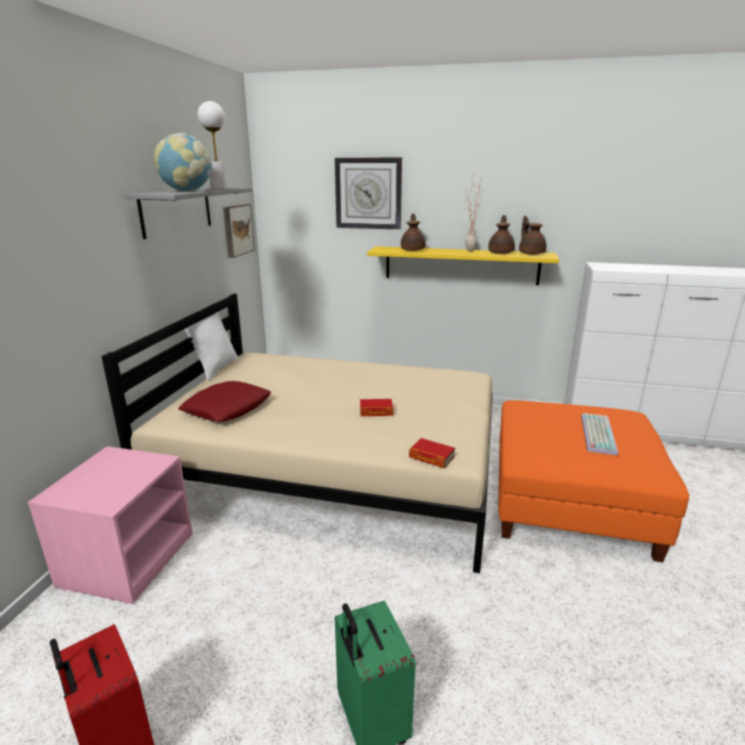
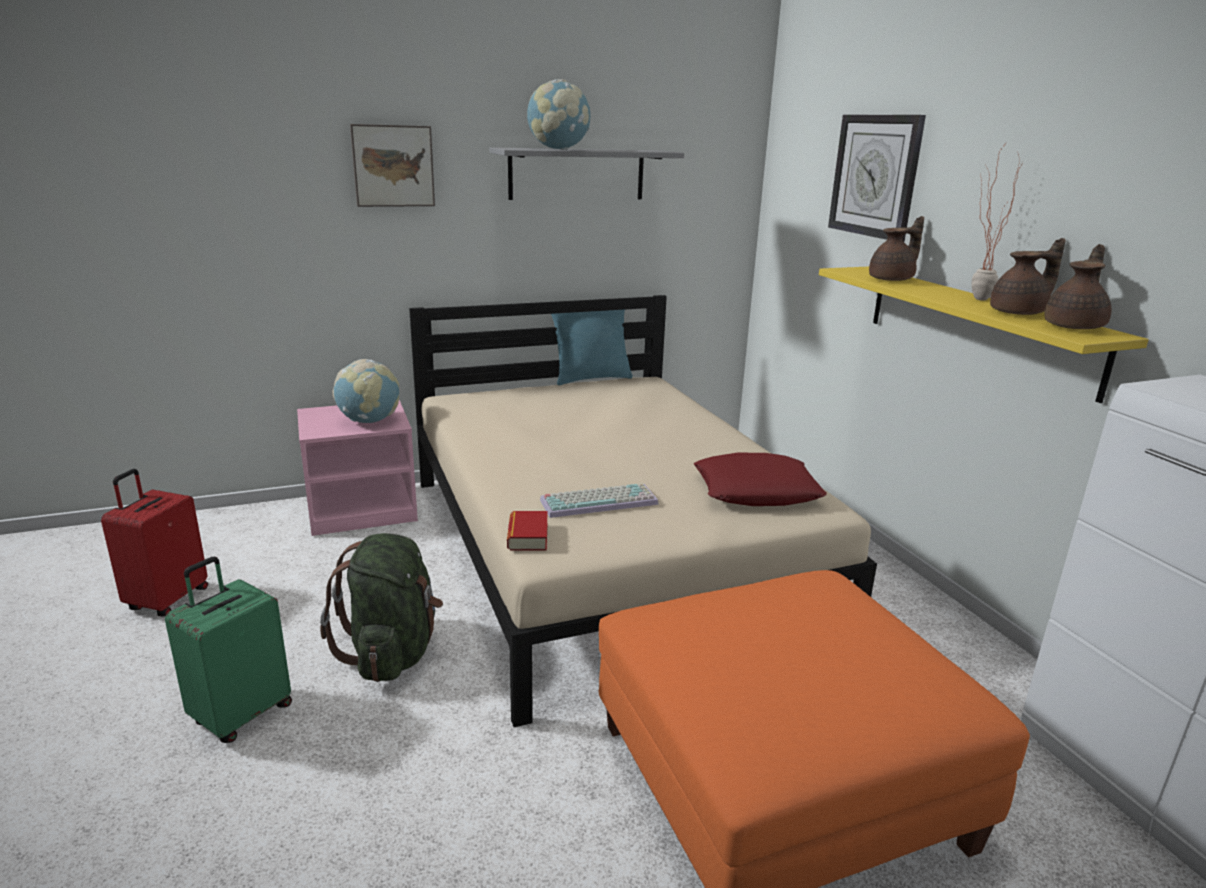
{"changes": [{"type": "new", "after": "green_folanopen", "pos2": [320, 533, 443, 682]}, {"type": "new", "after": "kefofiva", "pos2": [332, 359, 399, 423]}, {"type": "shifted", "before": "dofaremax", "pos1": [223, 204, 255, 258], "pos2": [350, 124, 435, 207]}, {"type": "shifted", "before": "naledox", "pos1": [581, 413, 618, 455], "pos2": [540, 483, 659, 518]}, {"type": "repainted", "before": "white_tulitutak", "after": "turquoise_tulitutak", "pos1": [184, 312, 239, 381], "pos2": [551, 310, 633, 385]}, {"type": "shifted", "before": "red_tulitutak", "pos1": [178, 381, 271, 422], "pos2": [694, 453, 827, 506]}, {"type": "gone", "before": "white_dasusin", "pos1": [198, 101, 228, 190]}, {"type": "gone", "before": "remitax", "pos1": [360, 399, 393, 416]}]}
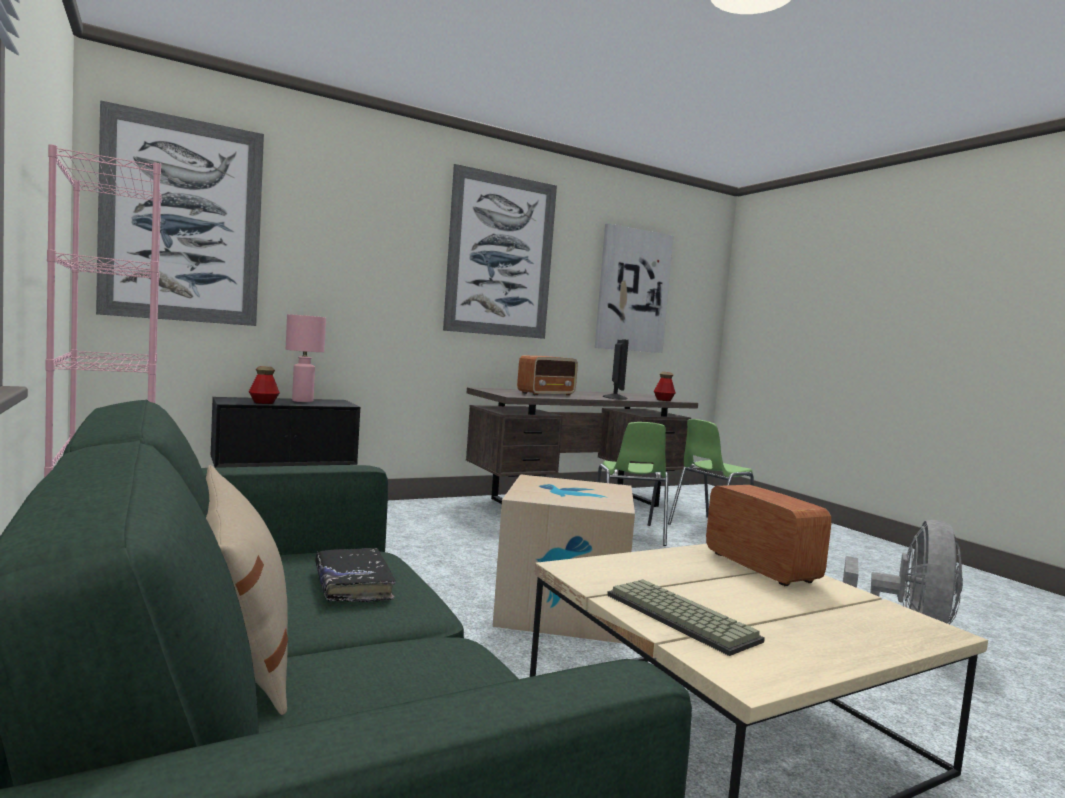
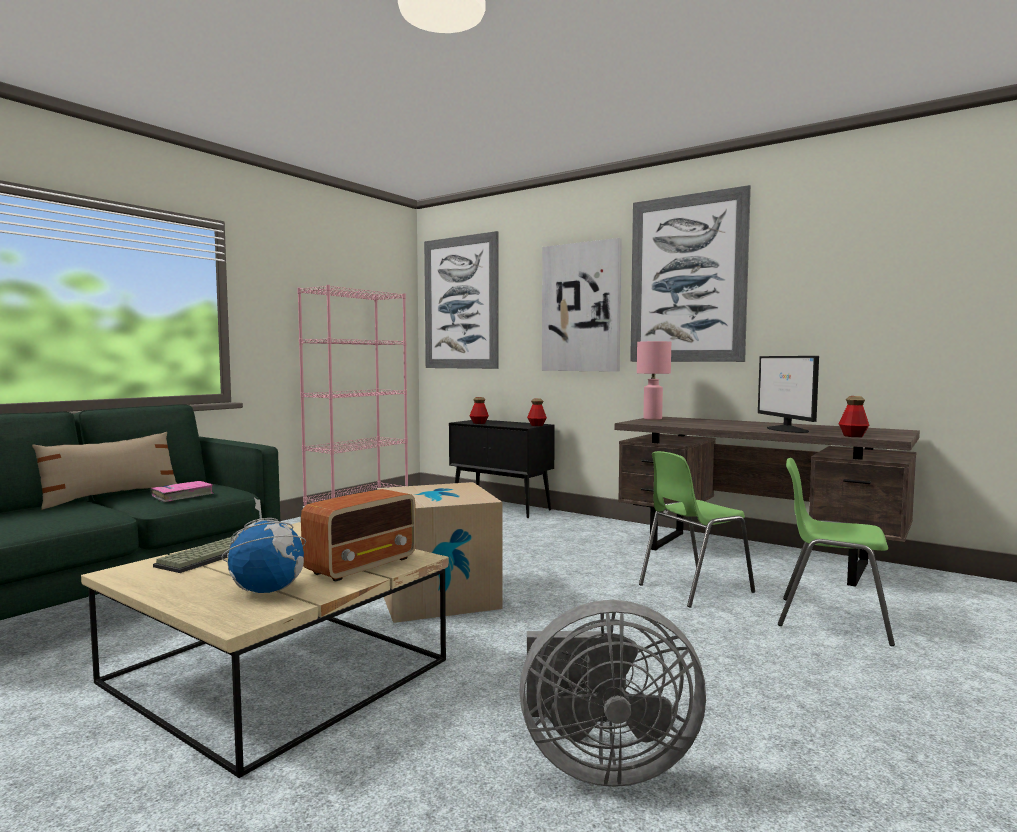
{"changes": [{"type": "repainted", "before": "black_remitax", "after": "pink_remitax", "pos1": [315, 548, 396, 603], "pos2": [151, 481, 214, 502]}, {"type": "new", "after": "kefofiva", "pos2": [221, 497, 306, 594]}, {"type": "new", "after": "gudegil", "pos2": [527, 398, 547, 426]}, {"type": "shifted", "before": "dofaremax", "pos1": [595, 223, 673, 353], "pos2": [542, 238, 622, 372]}, {"type": "shifted", "before": "pink_dasusin", "pos1": [286, 314, 326, 402], "pos2": [637, 341, 671, 420]}, {"type": "rotated", "before": "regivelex", "pos1": [603, 339, 629, 400], "pos2": [758, 356, 819, 433], "turn": 105}, {"type": "gone", "before": "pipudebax", "pos1": [517, 355, 578, 396]}]}
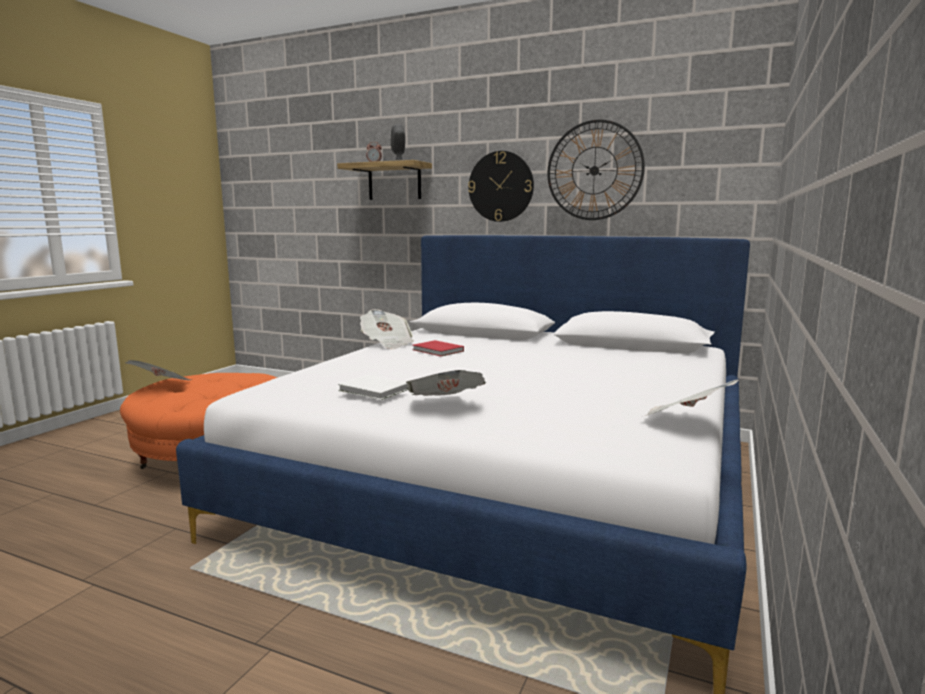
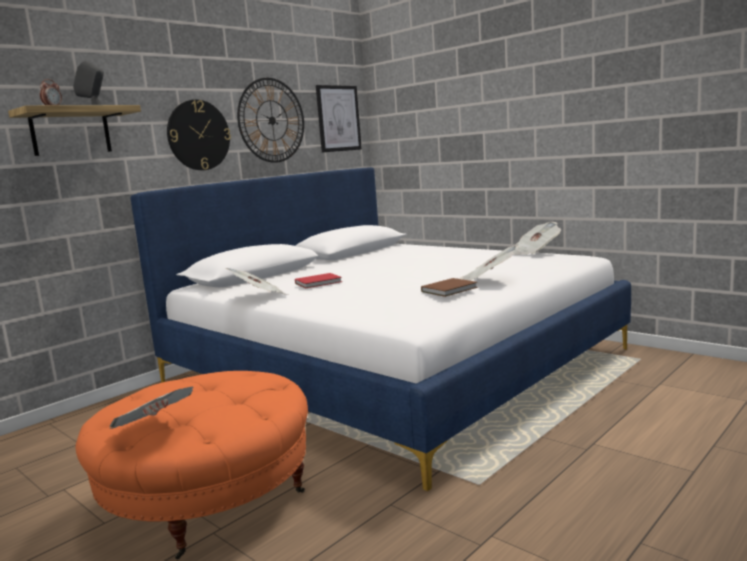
{"changes": [{"type": "new", "after": "dofaremax", "pos2": [316, 85, 362, 152]}, {"type": "repainted", "before": "white_remitax", "after": "brown_remitax", "pos1": [338, 375, 408, 400], "pos2": [421, 278, 478, 297]}]}
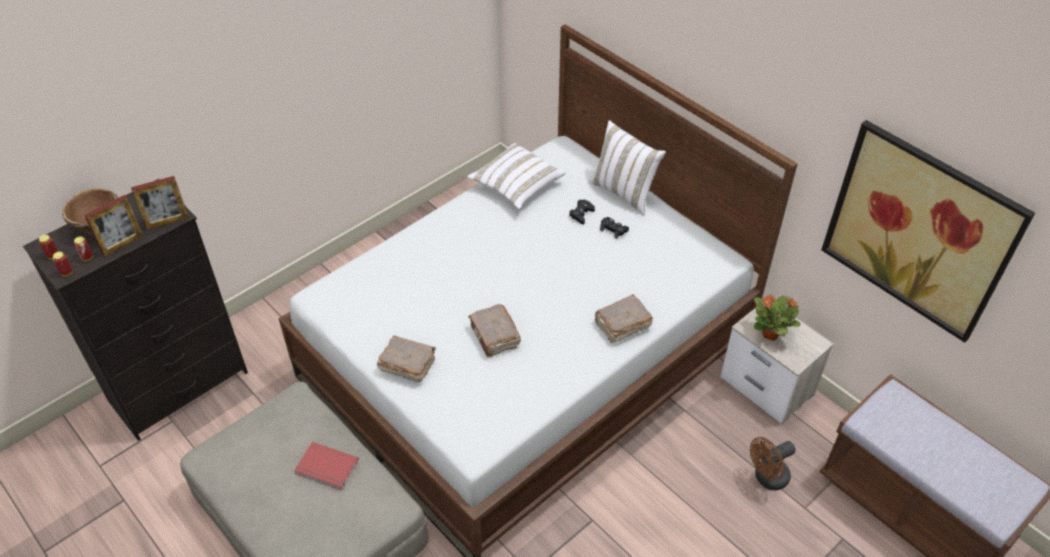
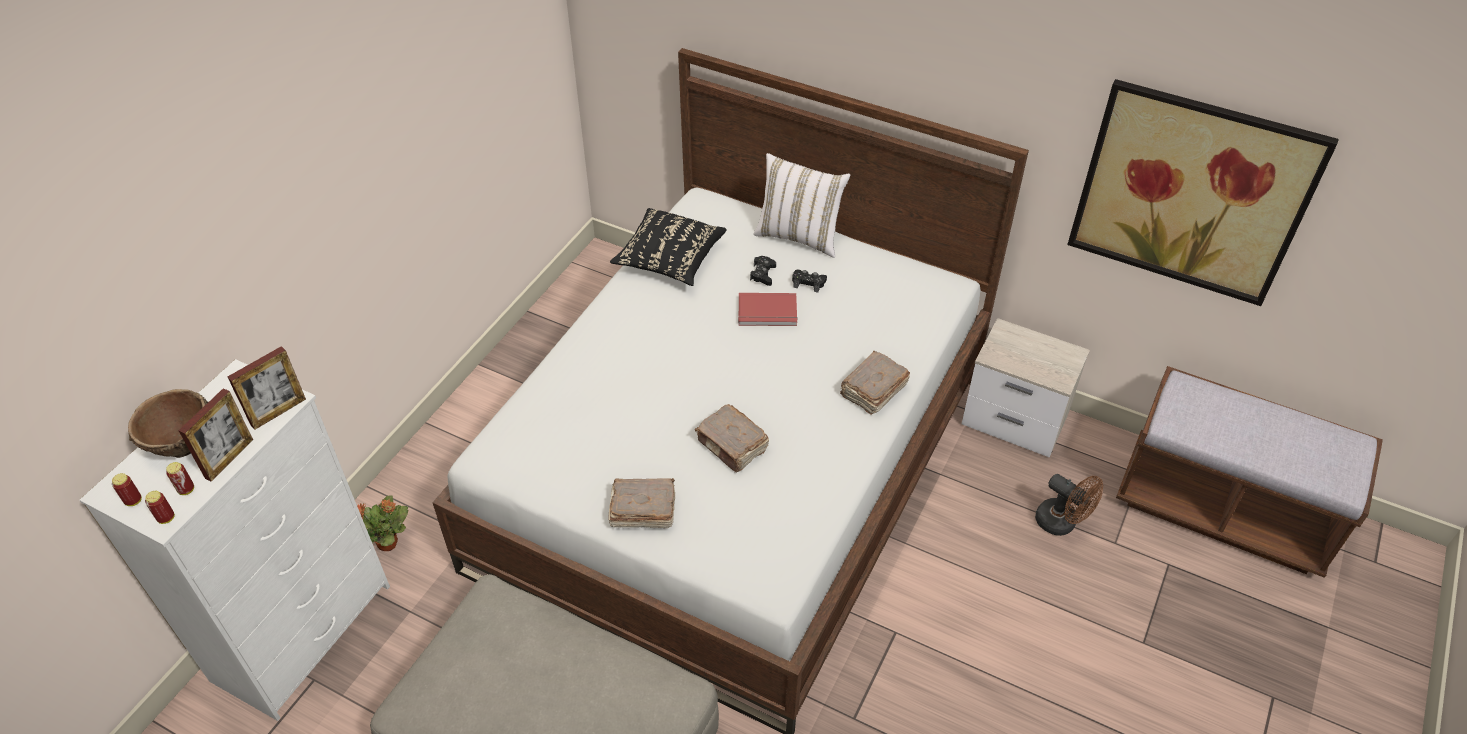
{"changes": [{"type": "repainted", "before": "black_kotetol", "after": "white_kotetol", "pos1": [23, 179, 248, 441], "pos2": [80, 359, 390, 721]}, {"type": "shifted", "before": "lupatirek", "pos1": [754, 294, 801, 340], "pos2": [357, 495, 408, 551]}, {"type": "repainted", "before": "white_tulitutak", "after": "black_tulitutak", "pos1": [467, 143, 566, 209], "pos2": [610, 208, 726, 286]}, {"type": "shifted", "before": "red_remitax", "pos1": [294, 442, 359, 490], "pos2": [738, 293, 797, 326]}, {"type": "rotated", "before": "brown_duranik", "pos1": [750, 437, 796, 490], "pos2": [1035, 474, 1103, 536], "turn": -90}]}
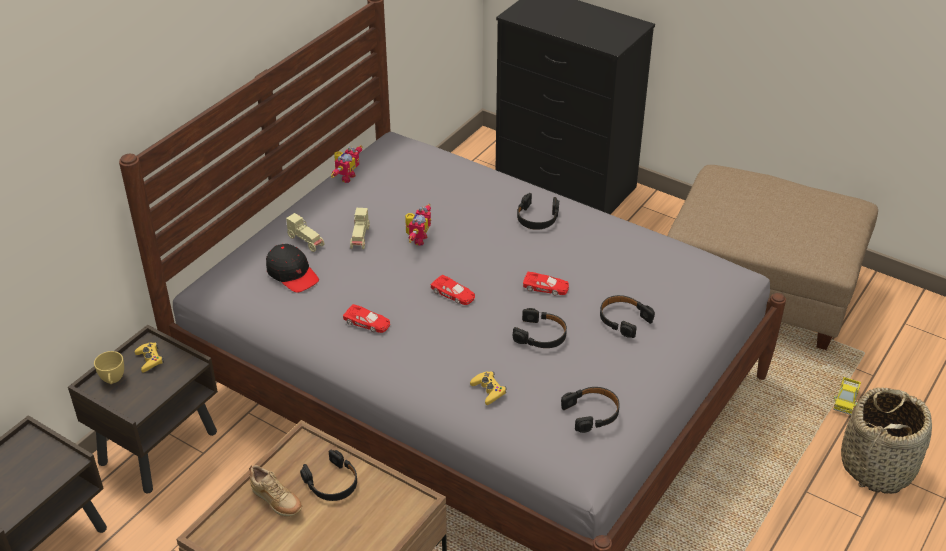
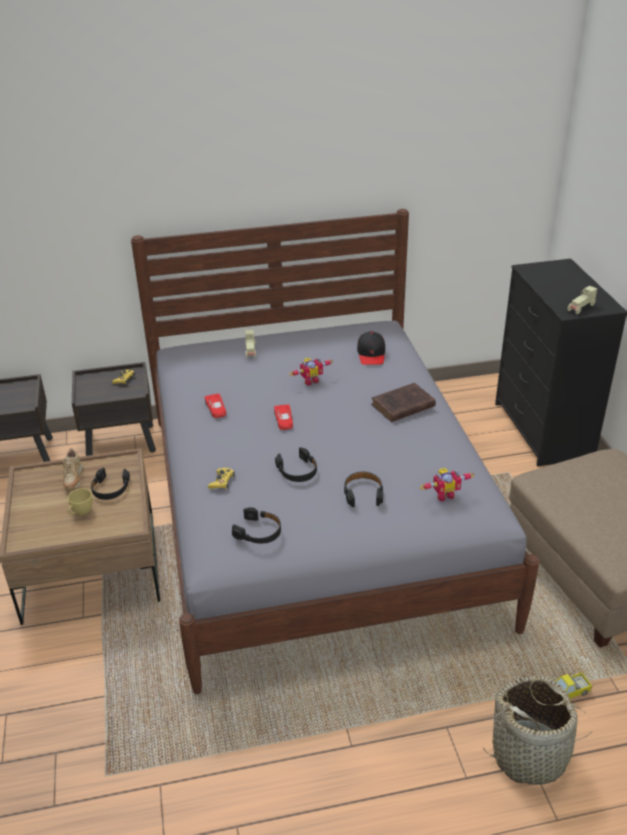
{"changes": [{"type": "shifted", "before": "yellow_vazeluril", "pos1": [94, 351, 124, 384], "pos2": [68, 488, 93, 515]}, {"type": "shifted", "before": "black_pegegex", "pos1": [266, 244, 319, 293], "pos2": [357, 331, 385, 365]}, {"type": "swapped", "before": "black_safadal", "after": "brown_remitax", "pos1": [517, 193, 559, 230], "pos2": [371, 383, 436, 422]}, {"type": "shifted", "before": "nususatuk", "pos1": [331, 145, 363, 183], "pos2": [420, 468, 474, 501]}, {"type": "shifted", "before": "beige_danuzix", "pos1": [350, 208, 370, 249], "pos2": [567, 286, 597, 314]}, {"type": "gone", "before": "red_danuzix", "pos1": [523, 272, 569, 295]}]}
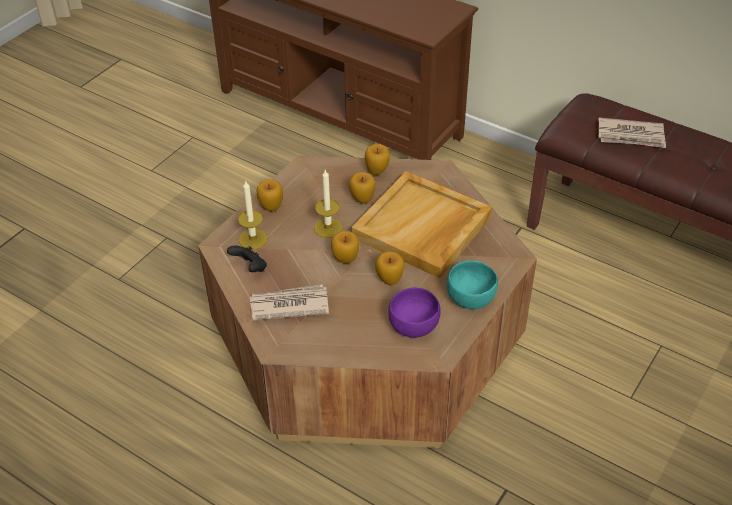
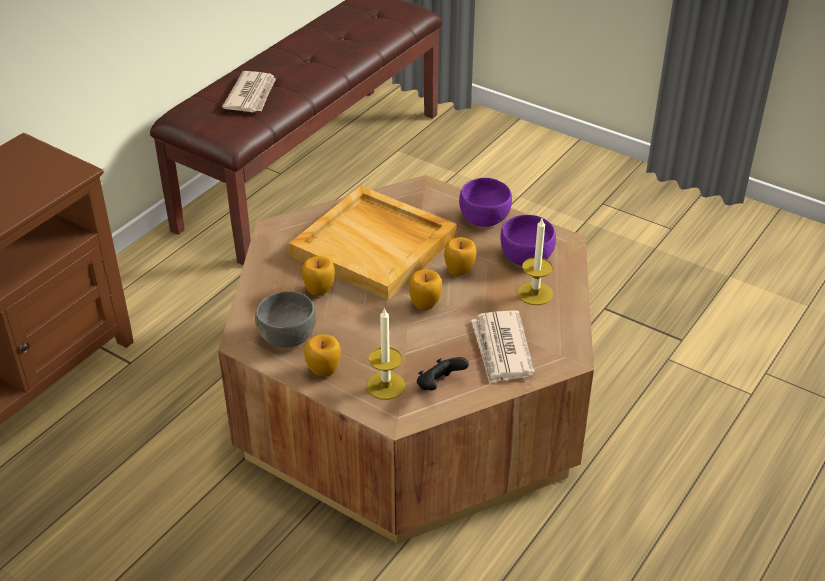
{"changes": [{"type": "new", "after": "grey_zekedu", "pos2": [255, 291, 316, 348]}, {"type": "repainted", "before": "turquoise_zekedu", "after": "purple_zekedu", "pos1": [447, 261, 498, 309], "pos2": [459, 178, 512, 227]}, {"type": "shifted", "before": "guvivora", "pos1": [314, 170, 343, 238], "pos2": [518, 218, 553, 305]}, {"type": "gone", "before": "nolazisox", "pos1": [365, 144, 390, 175]}]}
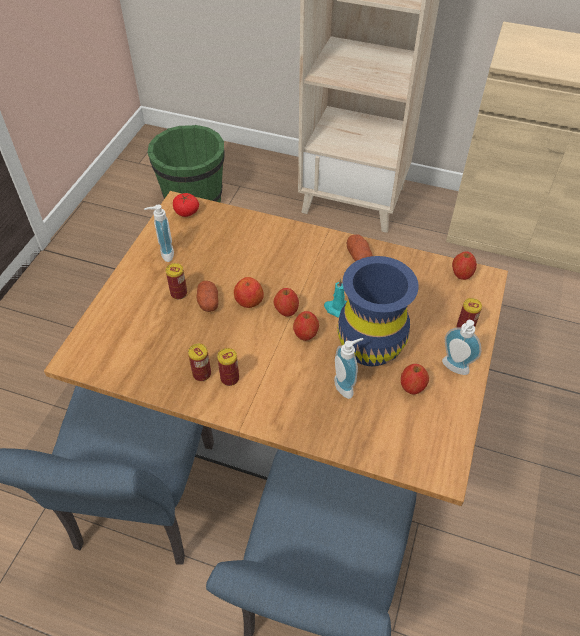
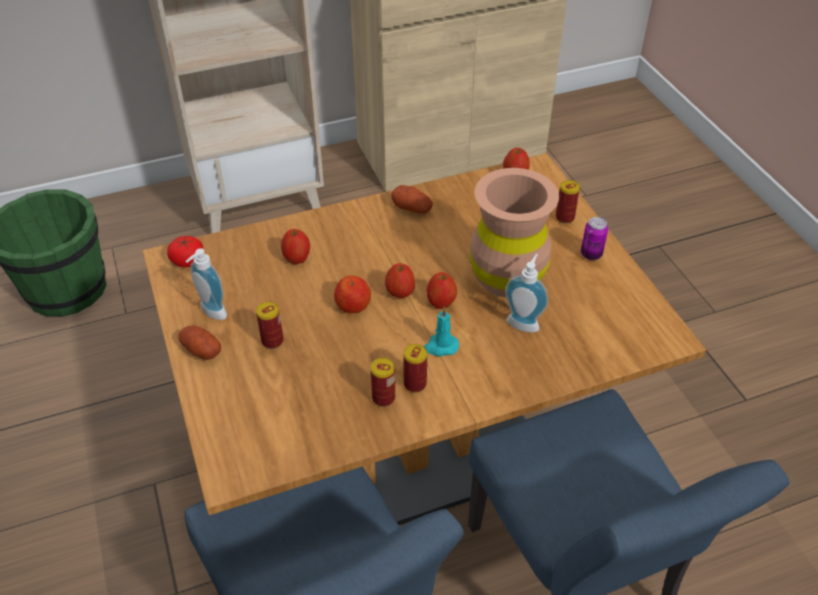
{"changes": [{"type": "shifted", "before": "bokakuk", "pos1": [196, 281, 218, 312], "pos2": [178, 325, 221, 360]}, {"type": "shifted", "before": "nolazisox", "pos1": [401, 364, 429, 395], "pos2": [281, 229, 310, 264]}, {"type": "shifted", "before": "turquoise_guvivora", "pos1": [324, 279, 347, 318], "pos2": [424, 307, 459, 356]}, {"type": "repainted", "before": "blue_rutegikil", "after": "brown_rutegikil", "pos1": [337, 256, 419, 366], "pos2": [469, 168, 559, 297]}, {"type": "swapped", "before": "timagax", "after": "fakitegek", "pos1": [442, 320, 481, 375], "pos2": [581, 217, 608, 260]}]}
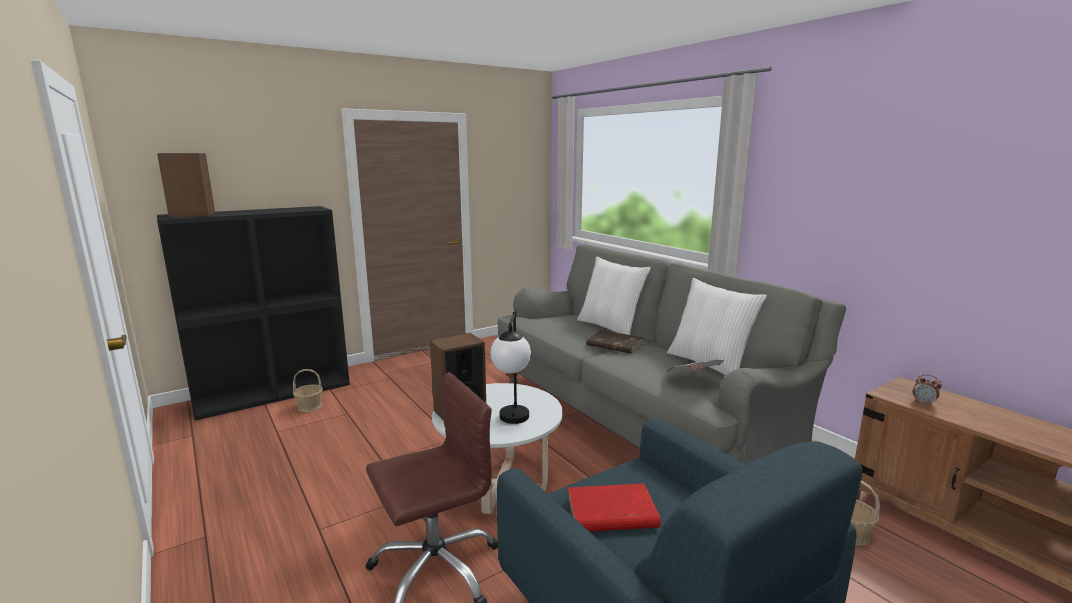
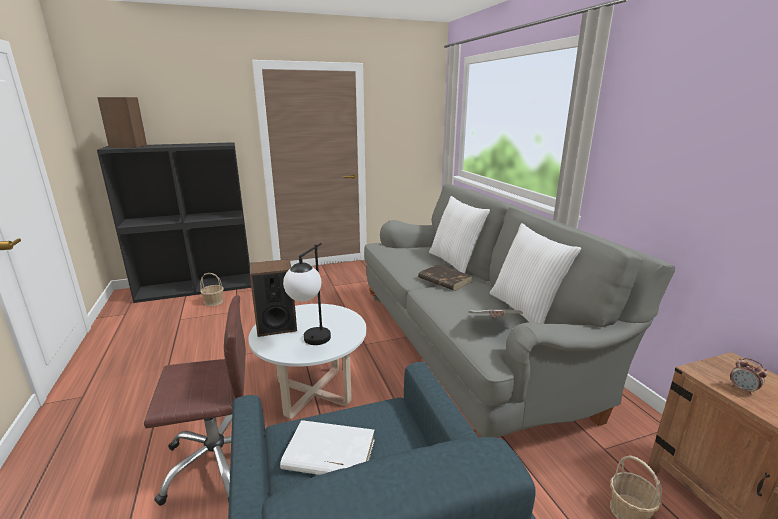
{"changes": [{"type": "repainted", "before": "red_remitax", "after": "white_remitax", "pos1": [568, 483, 661, 532], "pos2": [280, 420, 375, 475]}]}
